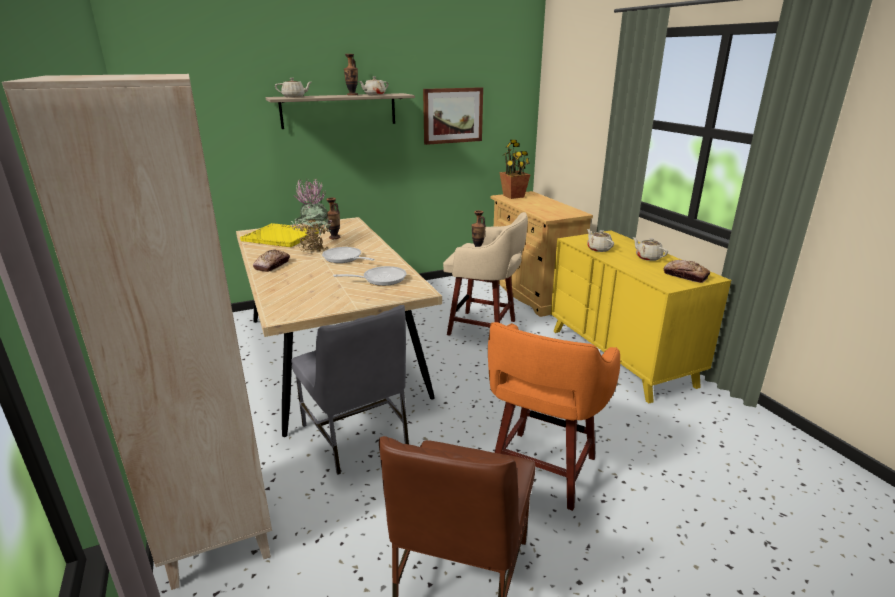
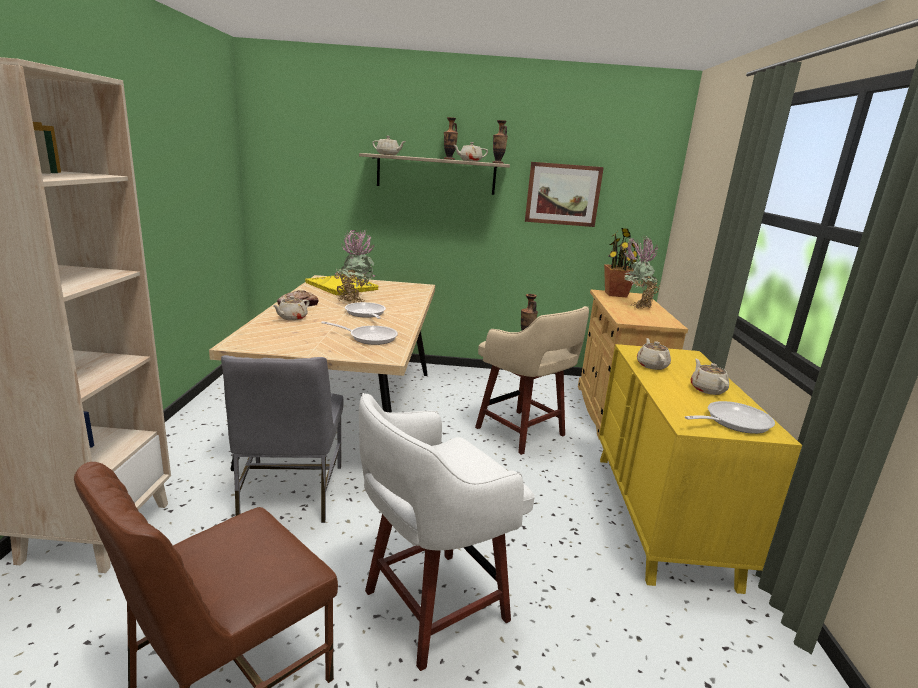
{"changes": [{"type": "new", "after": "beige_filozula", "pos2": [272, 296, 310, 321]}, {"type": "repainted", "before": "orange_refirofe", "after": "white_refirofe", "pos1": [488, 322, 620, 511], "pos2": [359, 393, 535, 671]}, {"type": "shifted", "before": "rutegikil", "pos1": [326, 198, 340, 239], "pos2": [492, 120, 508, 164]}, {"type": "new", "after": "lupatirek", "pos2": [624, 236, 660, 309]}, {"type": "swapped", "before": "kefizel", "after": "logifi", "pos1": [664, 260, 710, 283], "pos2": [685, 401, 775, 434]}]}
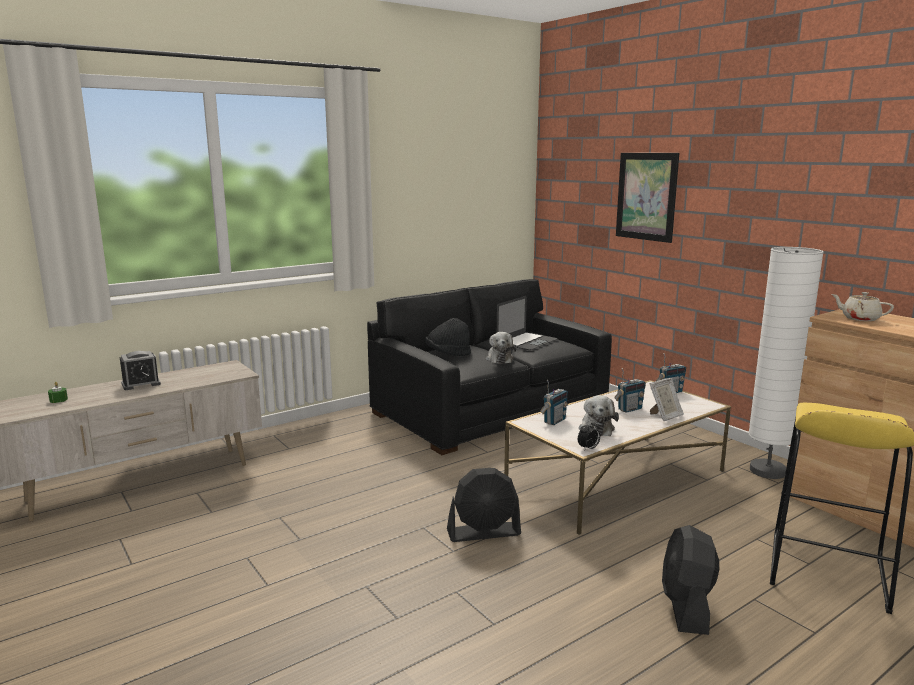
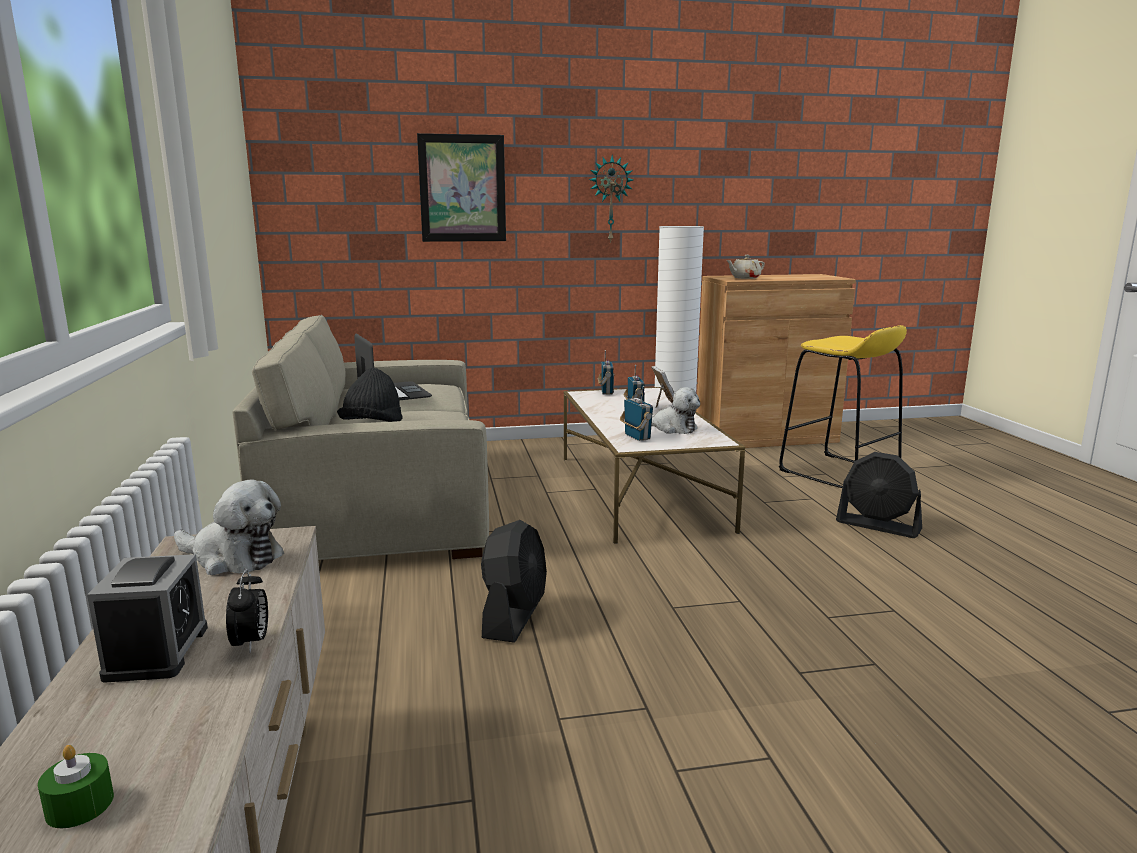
{"changes": [{"type": "shifted", "before": "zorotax", "pos1": [486, 332, 516, 364], "pos2": [174, 479, 284, 575]}, {"type": "shifted", "before": "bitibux", "pos1": [578, 420, 600, 451], "pos2": [226, 569, 268, 653]}, {"type": "repainted", "before": "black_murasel", "after": "beige_murasel", "pos1": [367, 279, 612, 455], "pos2": [232, 315, 489, 560]}, {"type": "shifted", "before": "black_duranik", "pos1": [447, 468, 521, 542], "pos2": [481, 520, 547, 643]}, {"type": "new", "after": "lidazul", "pos2": [589, 155, 633, 243]}]}
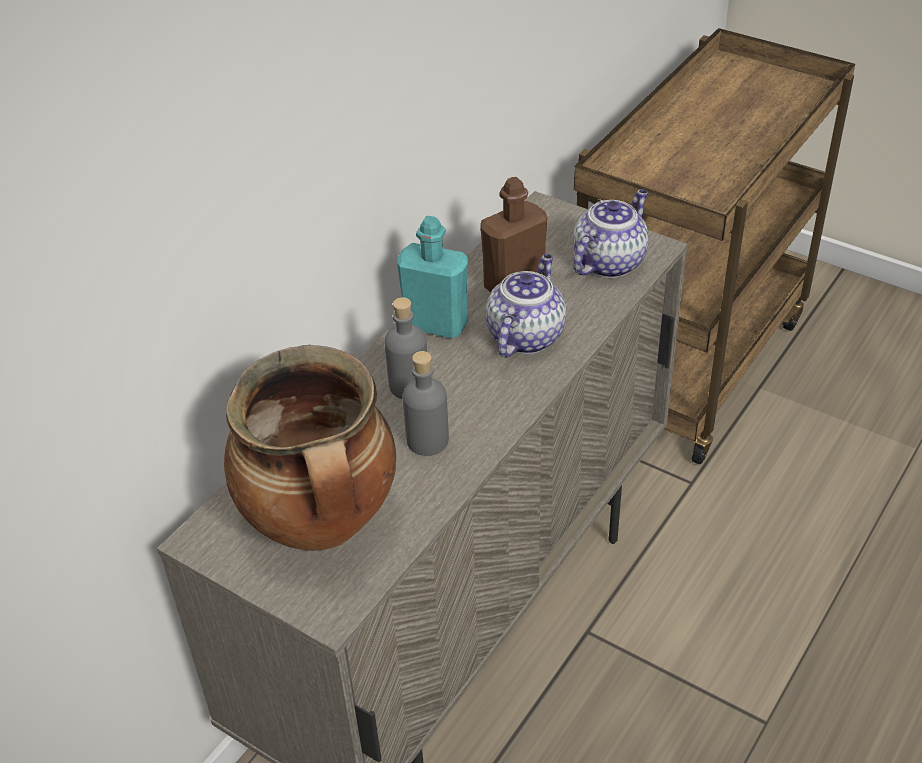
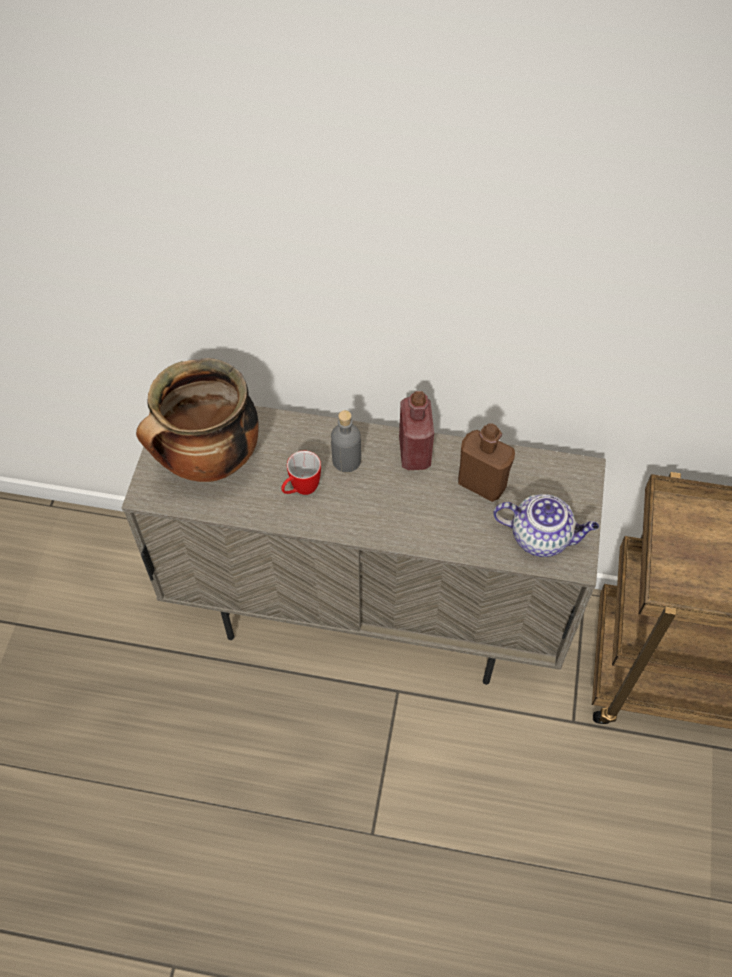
{"changes": [{"type": "swapped", "before": "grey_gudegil", "after": "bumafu", "pos1": [403, 351, 449, 456], "pos2": [281, 451, 321, 495]}, {"type": "repainted", "before": "turquoise_gudegil", "after": "red_gudegil", "pos1": [397, 216, 468, 339], "pos2": [399, 391, 434, 470]}, {"type": "gone", "before": "filozula", "pos1": [486, 254, 566, 358]}]}
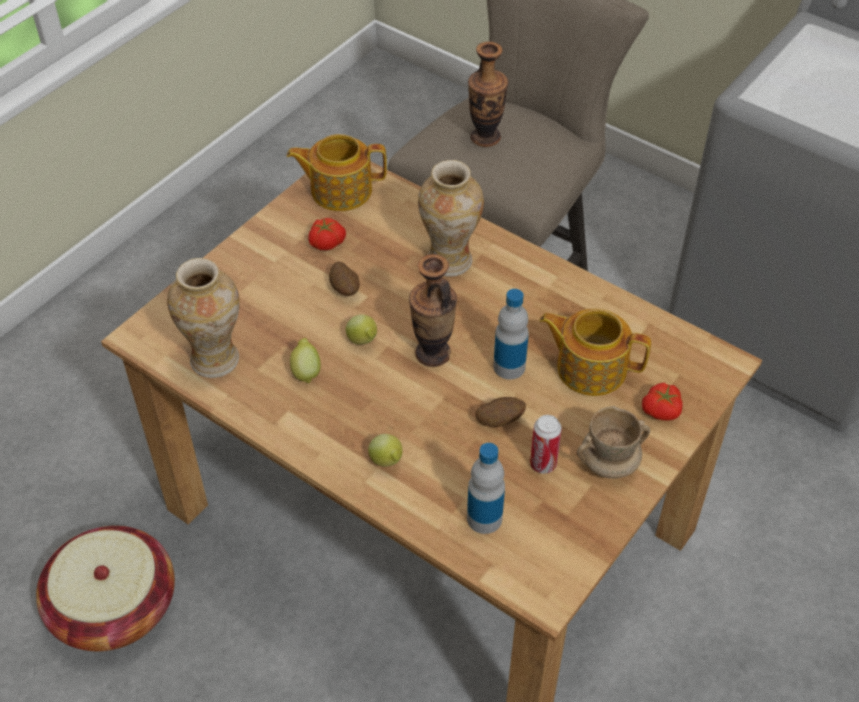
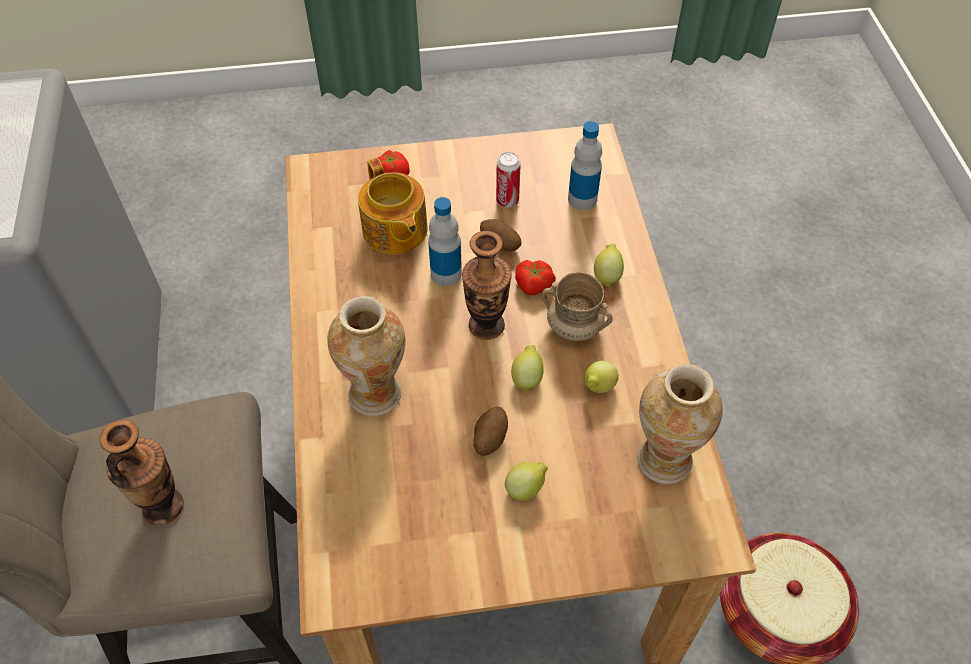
{"changes": [{"type": "new", "after": "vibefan", "pos2": [505, 462, 548, 501]}, {"type": "shifted", "before": "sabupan", "pos1": [308, 218, 346, 250], "pos2": [515, 260, 556, 295]}, {"type": "shifted", "before": "beige_bumafu", "pos1": [577, 406, 650, 479], "pos2": [542, 272, 613, 341]}, {"type": "gone", "before": "filozula", "pos1": [287, 134, 387, 211]}]}
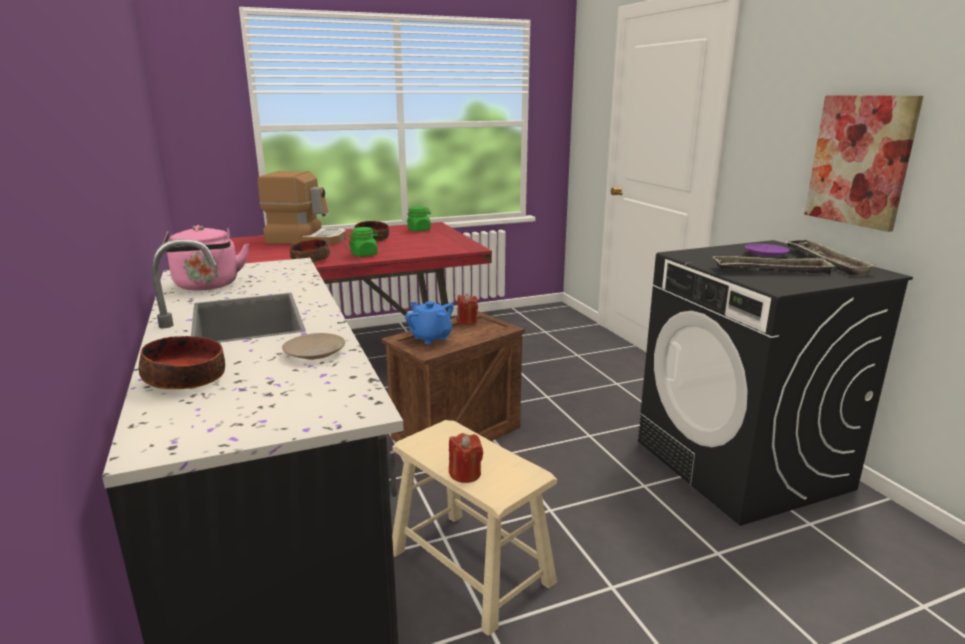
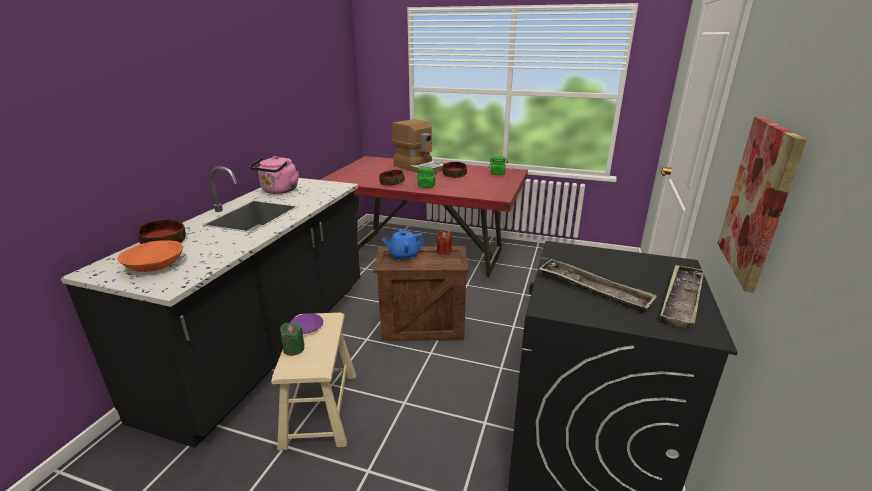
{"changes": [{"type": "new", "after": "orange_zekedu", "pos2": [117, 240, 183, 272]}, {"type": "repainted", "before": "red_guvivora", "after": "green_guvivora", "pos1": [449, 433, 483, 483], "pos2": [280, 323, 305, 356]}, {"type": "shifted", "before": "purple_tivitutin", "pos1": [744, 244, 790, 257], "pos2": [290, 313, 323, 334]}, {"type": "rotated", "before": "blue_filozula", "pos1": [405, 301, 454, 344], "pos2": [382, 229, 424, 261], "turn": -105}, {"type": "gone", "before": "beige_tivitutin", "pos1": [282, 333, 345, 360]}]}
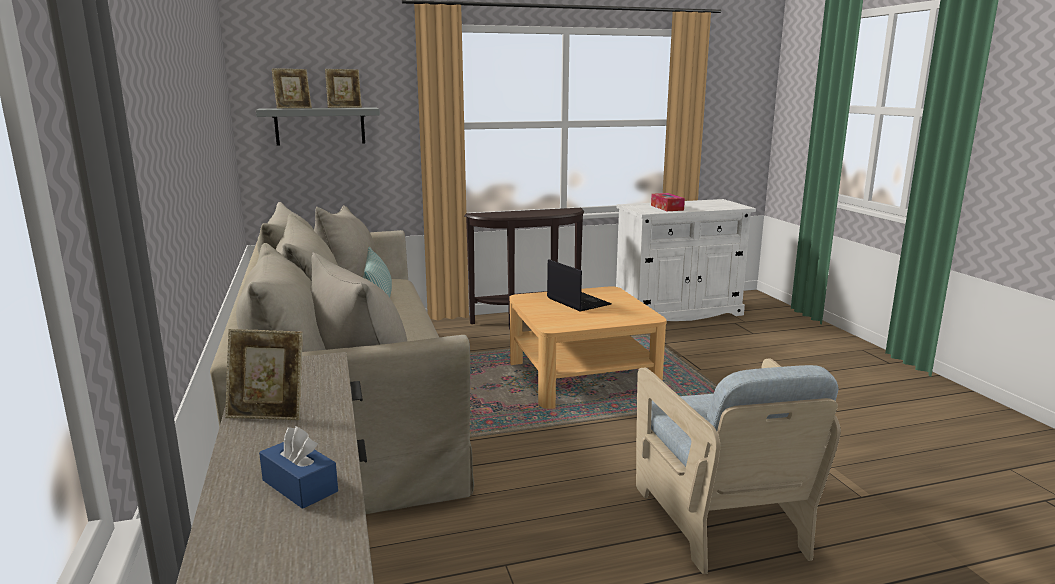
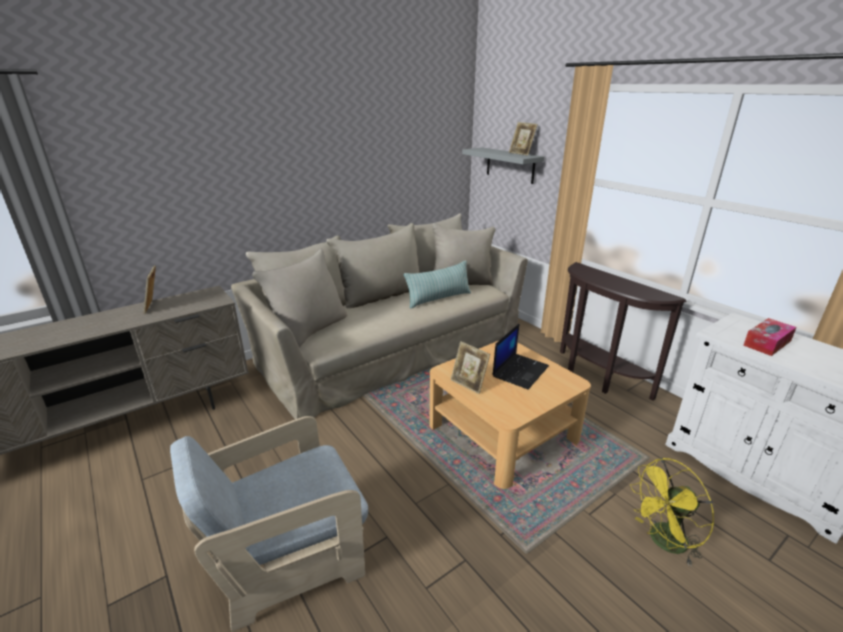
{"changes": [{"type": "shifted", "before": "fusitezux", "pos1": [272, 68, 312, 109], "pos2": [451, 341, 490, 394]}, {"type": "new", "after": "yellow_duranik", "pos2": [630, 458, 714, 566]}, {"type": "gone", "before": "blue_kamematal", "pos1": [259, 426, 338, 509]}]}
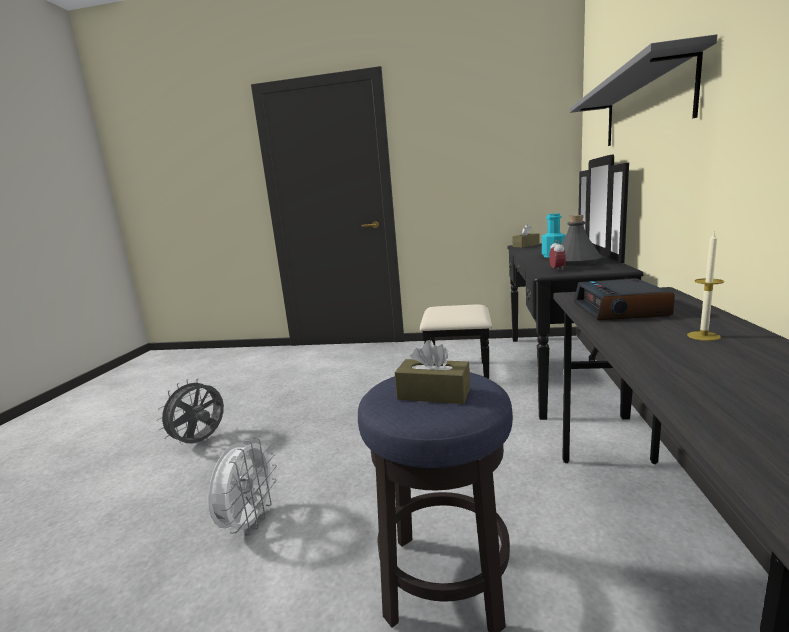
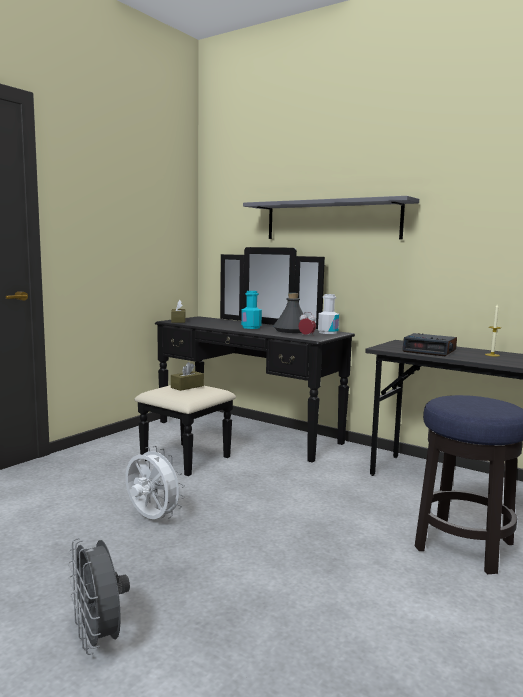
{"changes": [{"type": "shifted", "before": "white_duranik", "pos1": [208, 437, 276, 536], "pos2": [125, 446, 185, 519]}, {"type": "shifted", "before": "brown_kamematal", "pos1": [395, 340, 470, 404], "pos2": [171, 362, 204, 391]}, {"type": "new", "after": "white_gudegil", "pos2": [318, 294, 339, 334]}]}
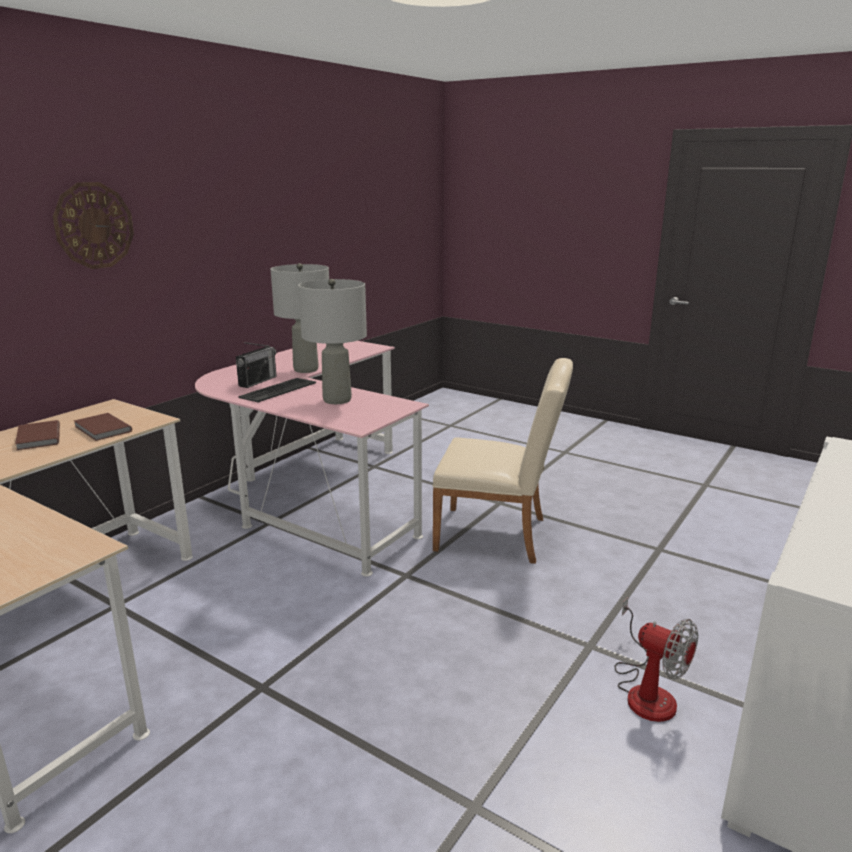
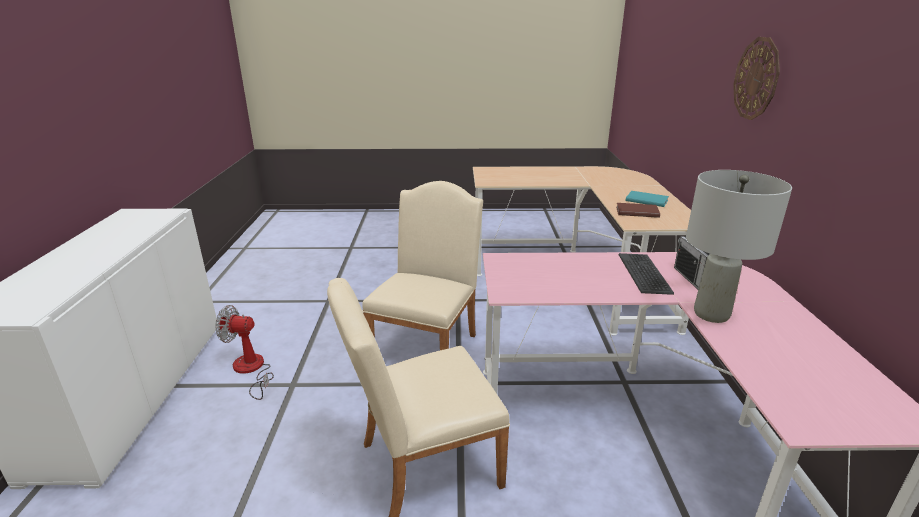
{"changes": [{"type": "new", "after": "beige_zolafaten", "pos2": [362, 181, 483, 350]}, {"type": "repainted", "before": "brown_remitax", "after": "turquoise_remitax", "pos1": [15, 420, 60, 450], "pos2": [626, 191, 669, 207]}, {"type": "gone", "before": "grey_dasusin", "pos1": [298, 279, 367, 404]}]}
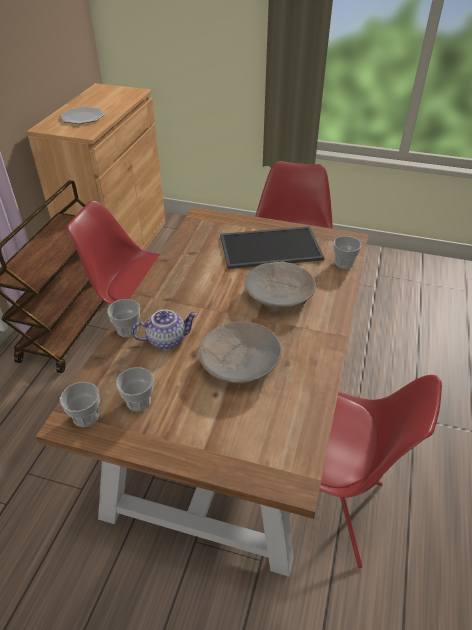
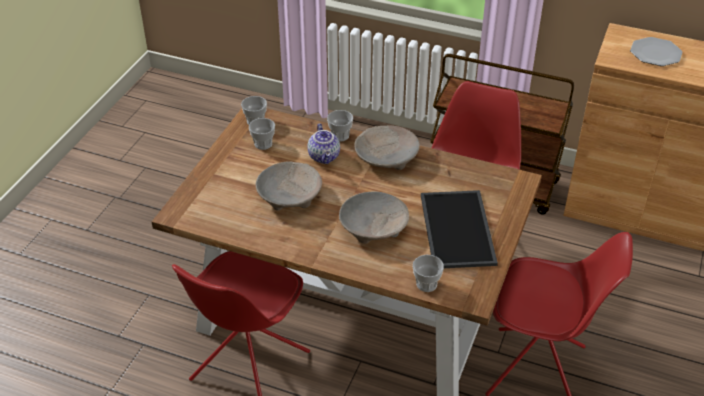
{"changes": [{"type": "new", "after": "beige_zekedu", "pos2": [354, 126, 420, 170]}]}
